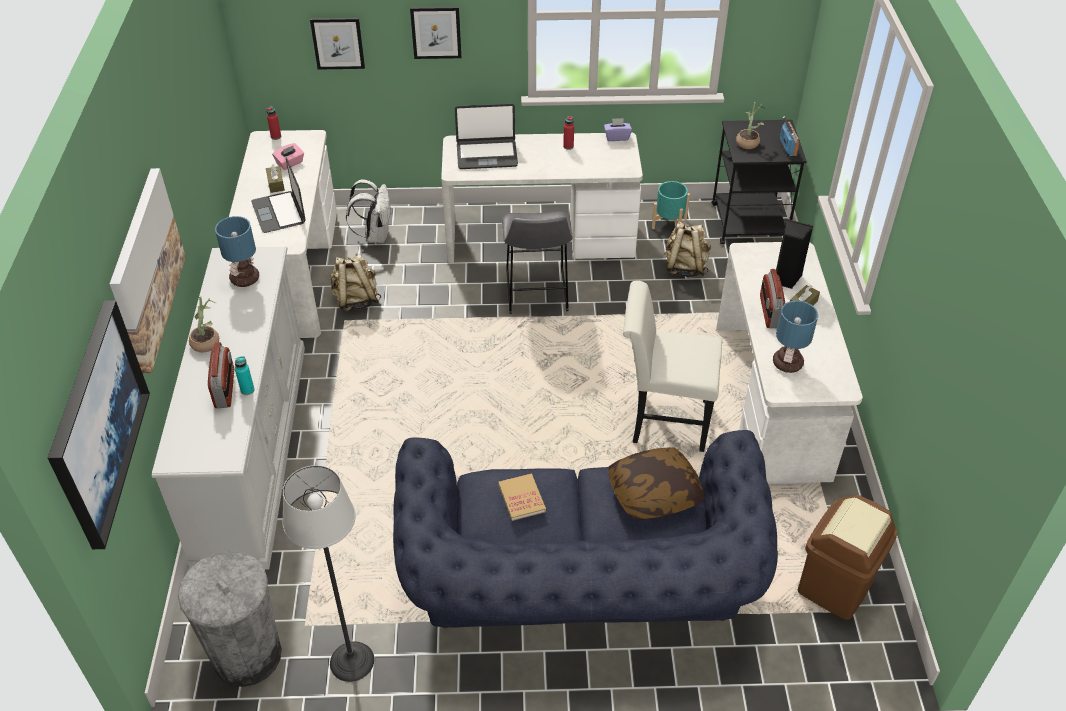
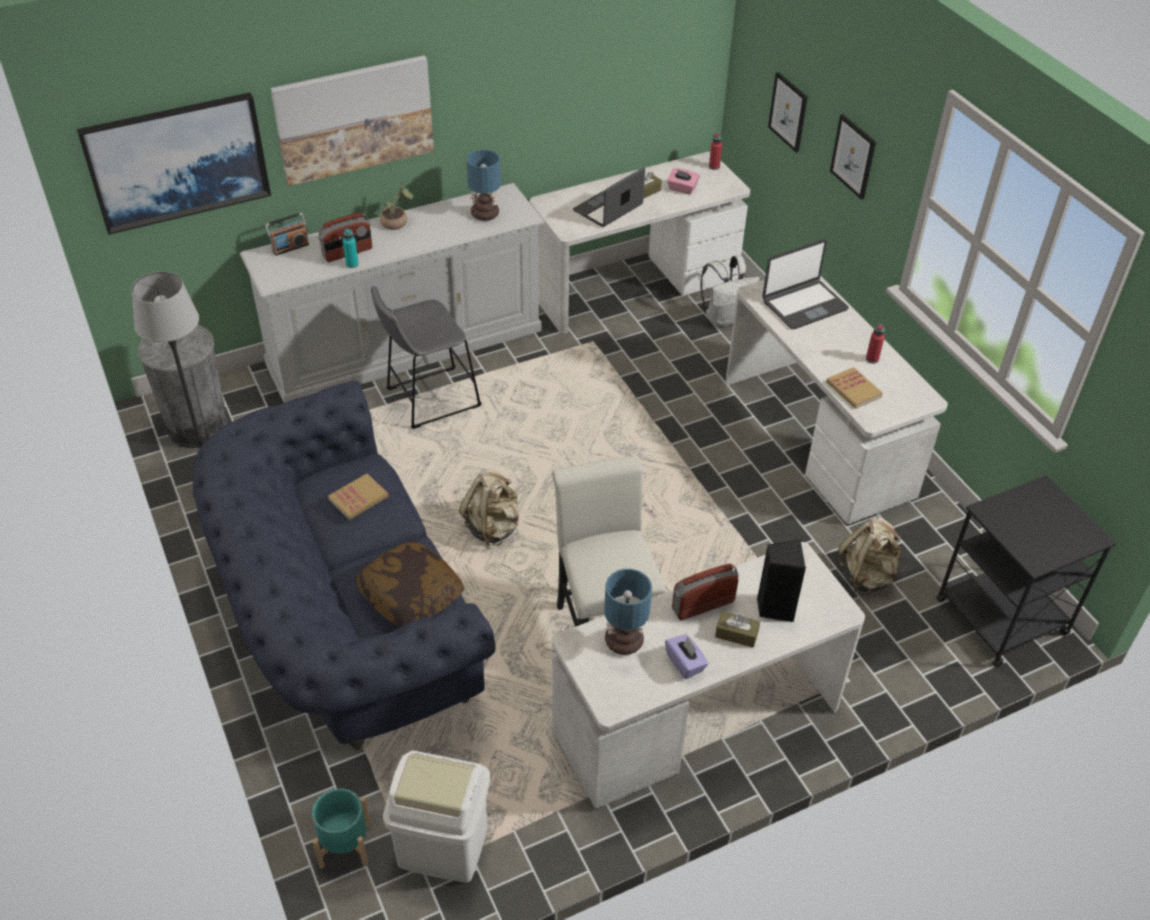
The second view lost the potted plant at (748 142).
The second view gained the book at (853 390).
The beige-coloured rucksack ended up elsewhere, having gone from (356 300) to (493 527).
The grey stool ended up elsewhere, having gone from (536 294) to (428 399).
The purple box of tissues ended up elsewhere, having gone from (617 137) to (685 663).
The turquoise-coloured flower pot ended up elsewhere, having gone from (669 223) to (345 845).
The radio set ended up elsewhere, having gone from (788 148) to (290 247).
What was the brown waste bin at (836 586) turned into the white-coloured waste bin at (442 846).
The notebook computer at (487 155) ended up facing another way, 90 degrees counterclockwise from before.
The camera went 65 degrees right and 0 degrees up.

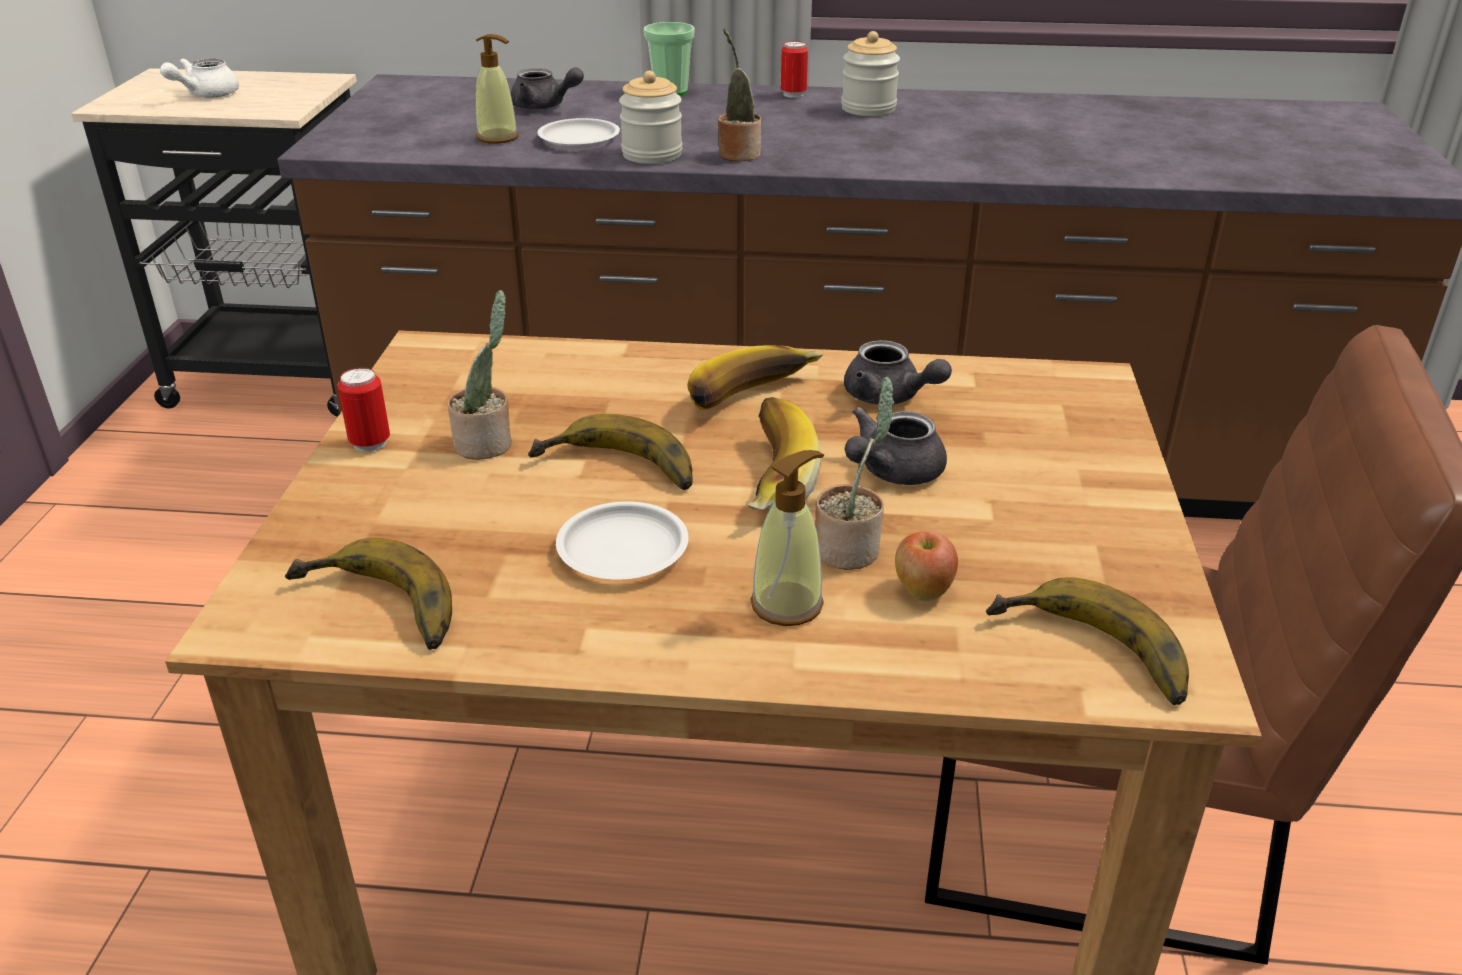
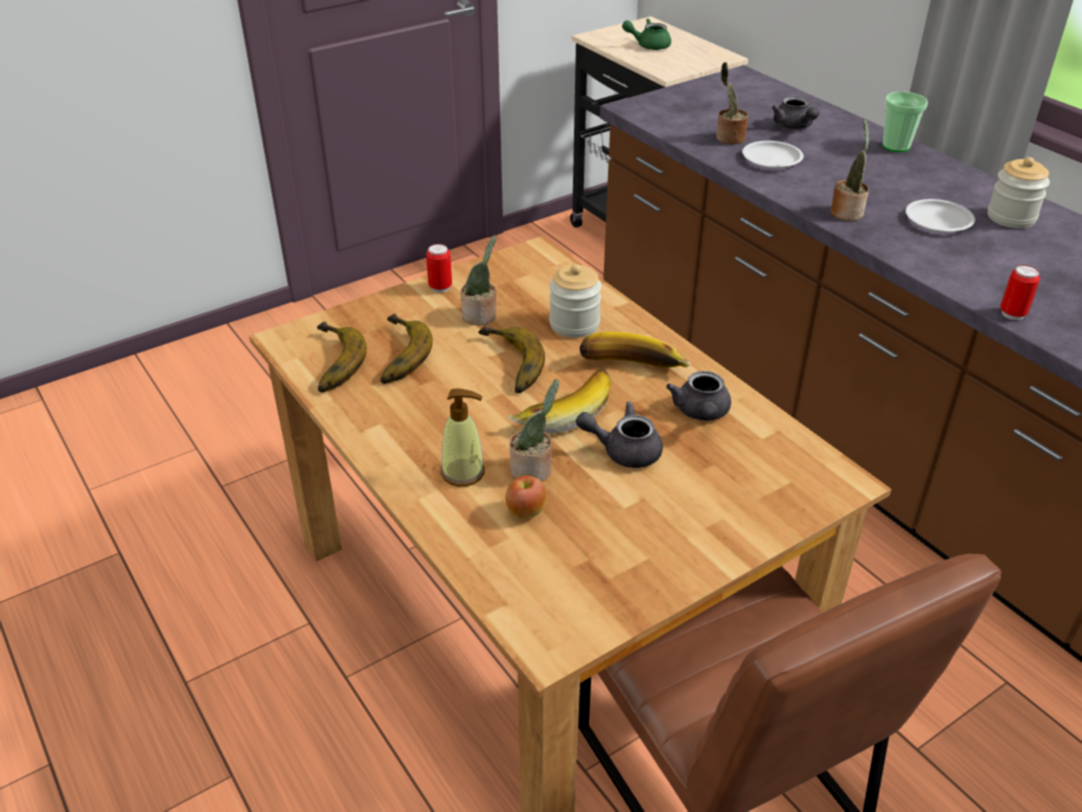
The white-coloured dinner plate ended up elsewhere, having gone from (622 550) to (938 220).
The storage jar ended up elsewhere, having gone from (652 154) to (574 324).
The metal can ended up elsewhere, having gone from (793 94) to (1012 314).
The banana fruit ended up elsewhere, having gone from (1088 657) to (394 355).
Where the soap bottle stood at (498 137), the potted plant came to stand at (728 138).
What was the white-coloured tea pot at (206 95) turned into the green tea pot at (648 46).
The camera went 50 degrees right and 5 degrees up.

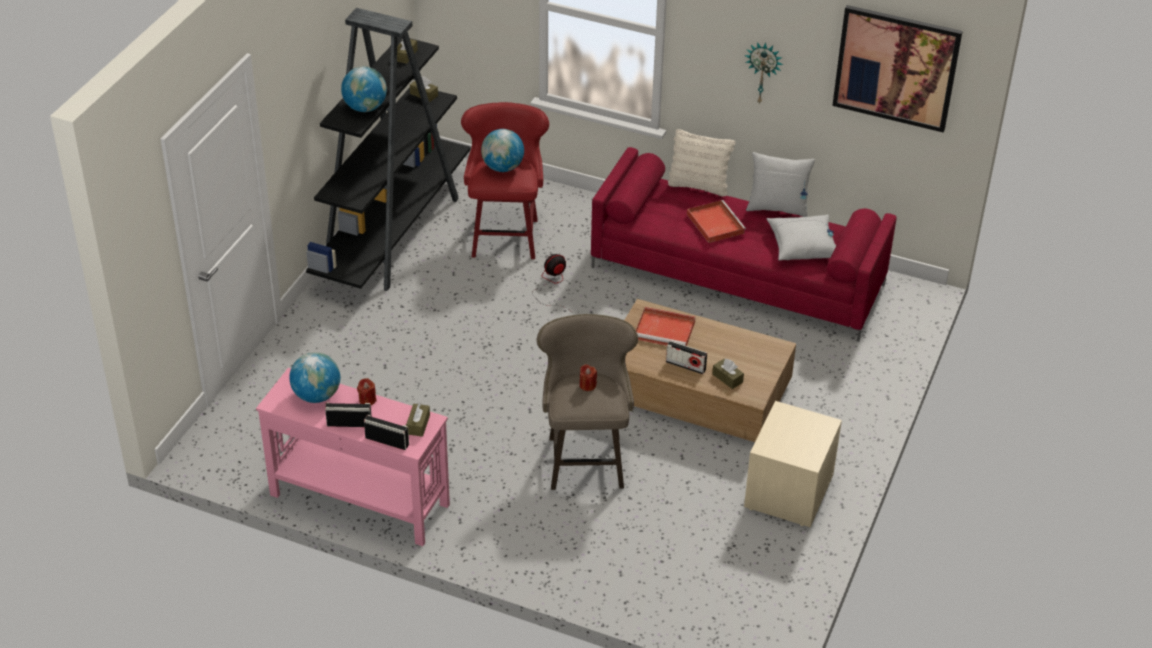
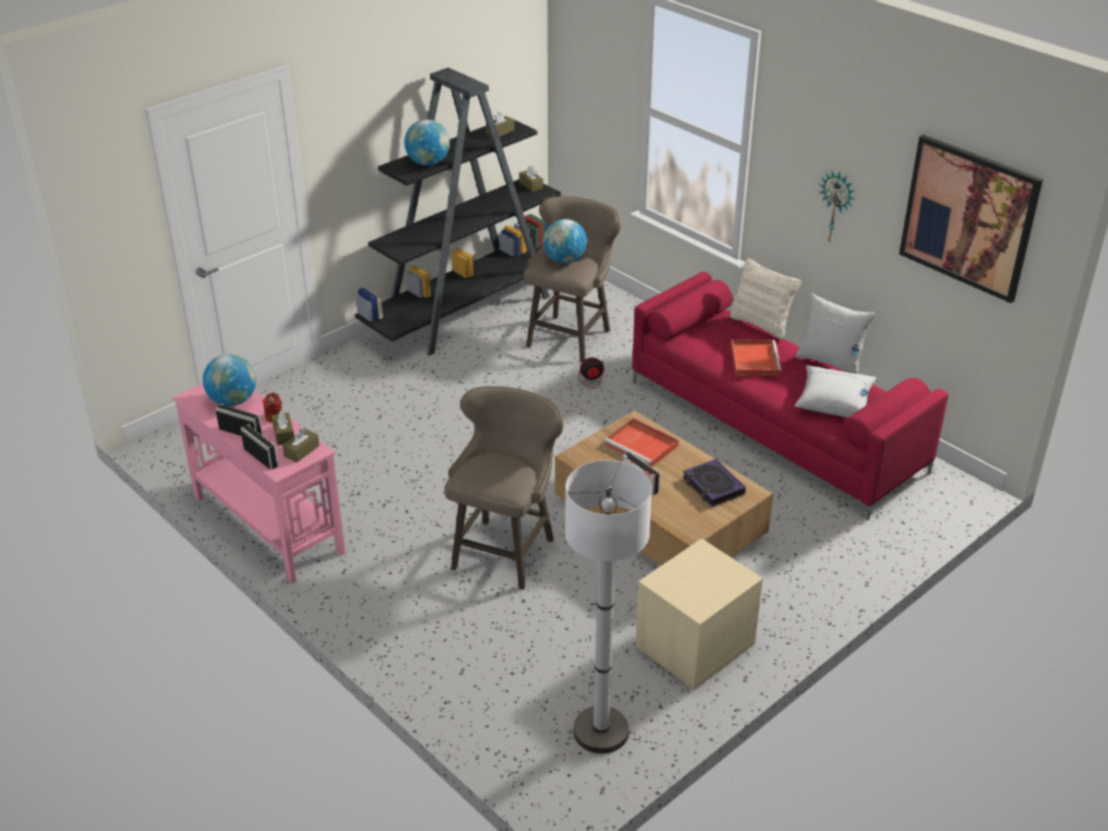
The second view lost the red-coloured wax light at (587 385).
The second view gained the white-coloured standard lamp at (601 731).
The second view gained the book at (713 486).
The brown box of tissues ended up elsewhere, having gone from (727 378) to (284 434).
What was the red-coloured stool at (505 235) turned into the beige-coloured stool at (570 336).
The camera went 25 degrees right and 5 degrees down.

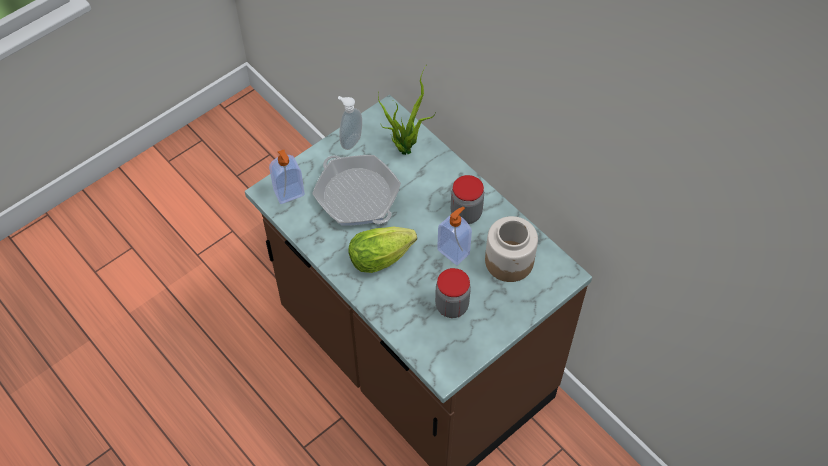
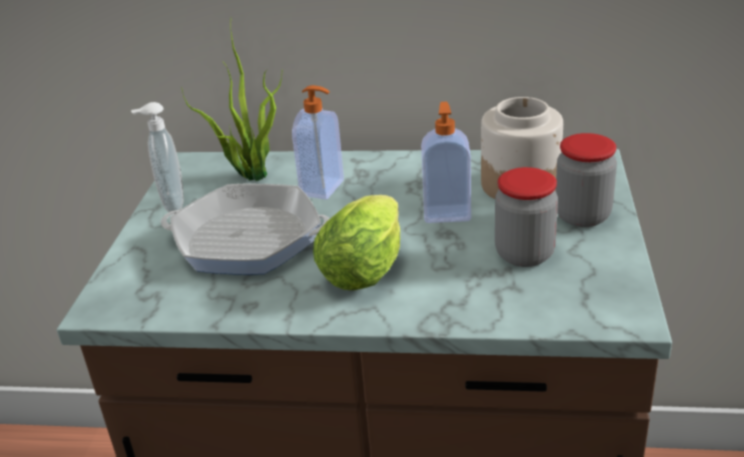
The soap bottle ended up elsewhere, having gone from (289 194) to (323 188).
The storage jar ended up elsewhere, having gone from (466 213) to (582 216).
The camera went 40 degrees left and 25 degrees down.

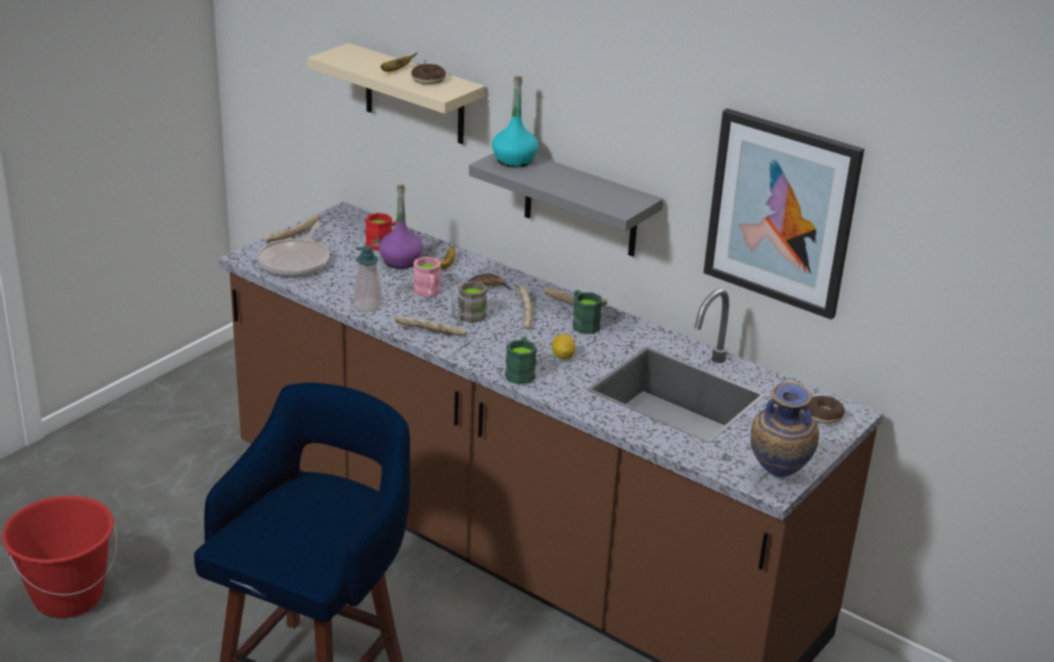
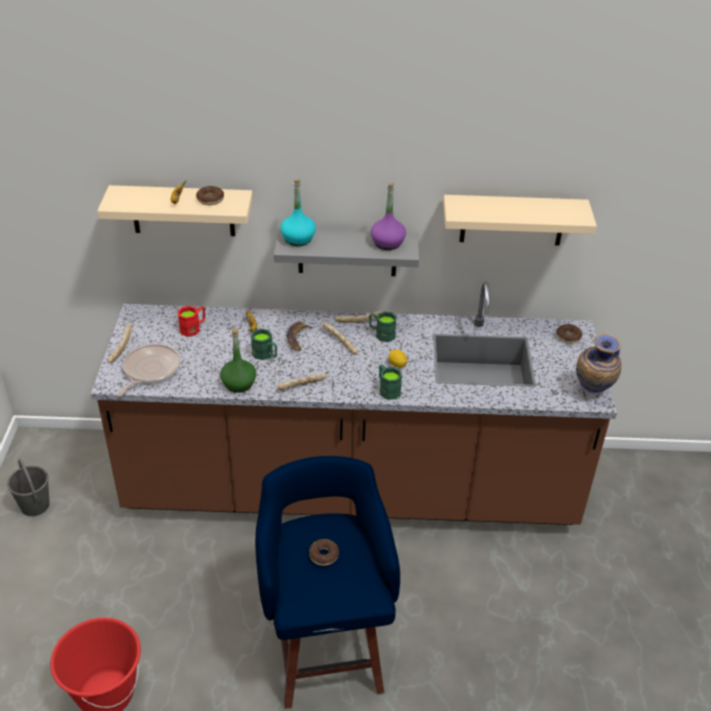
The second view lost the brown coffee mug at (467 317).
The second view gained the grey pail at (35 505).
The second view gained the doughnut at (324 555).
The purple bottle ended up elsewhere, having gone from (400 261) to (387 243).
Where the soap bottle stood at (368 305), the green bottle came to stand at (239 384).
Where the wall art hung at (781 212), the beige-coloured wall shelf came to hang at (512 220).
What was the pink coffee mug at (428 293) turned into the green coffee mug at (265 355).
The pan at (296 262) ended up facing another way, 135 degrees counterclockwise from before.
The camera went 35 degrees left and 10 degrees up.

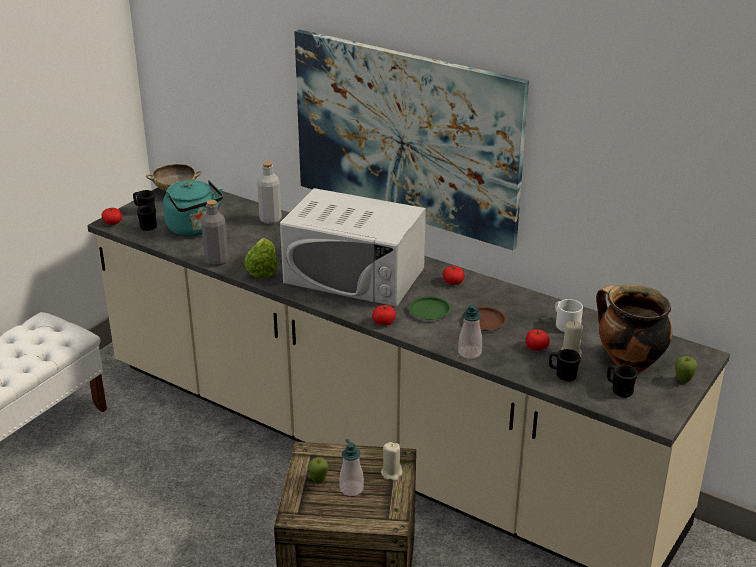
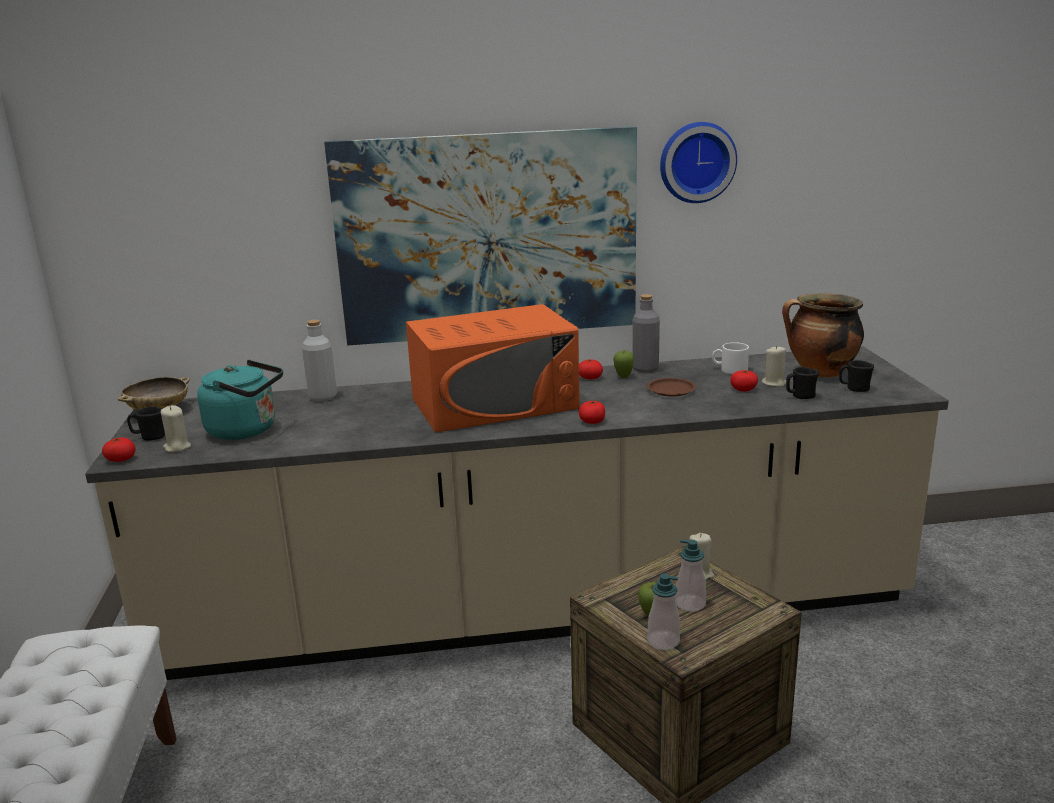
The second view lost the lettuce at (262 270).
The second view lost the green dinner plate at (429 311).
The second view gained the clock on the wall at (696 162).
The grey bottle ended up elsewhere, having gone from (216 261) to (645 368).
The soap bottle ended up elsewhere, having gone from (469 353) to (663 641).
The whole apple ended up elsewhere, having gone from (683 381) to (623 377).
Where the blackish coffee mug stood at (147 226), the beige-coloured wax light came to stand at (177 447).
What was the white-coloured kitchen microwave at (354 275) turned into the orangey kitchen microwave at (494 403).
The camera went 40 degrees left and 10 degrees down.

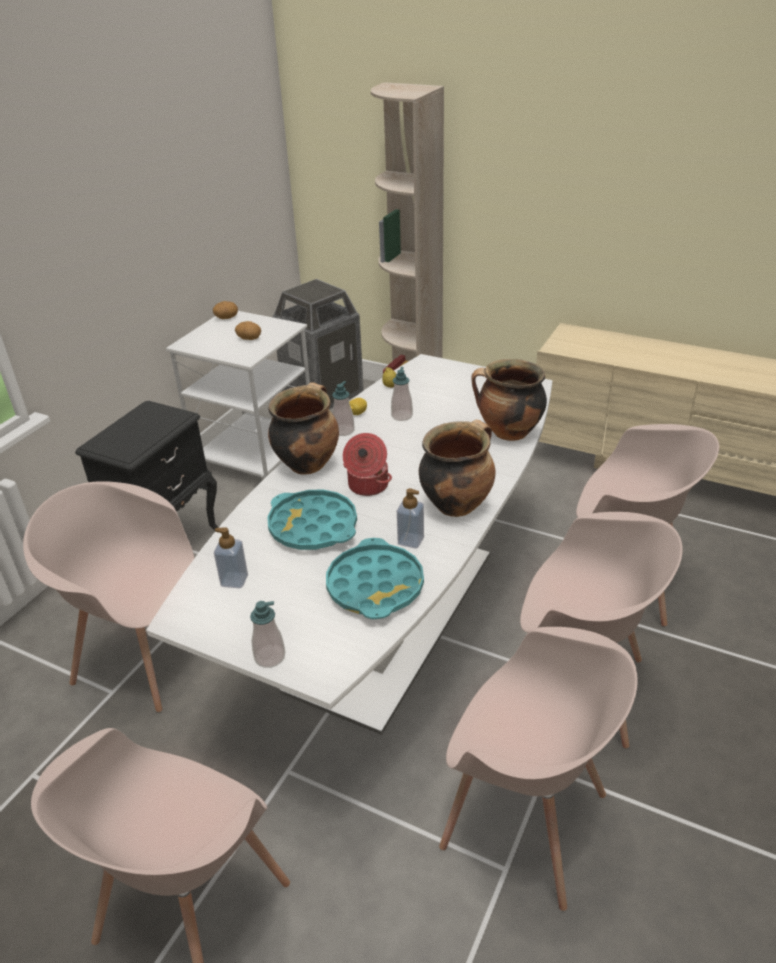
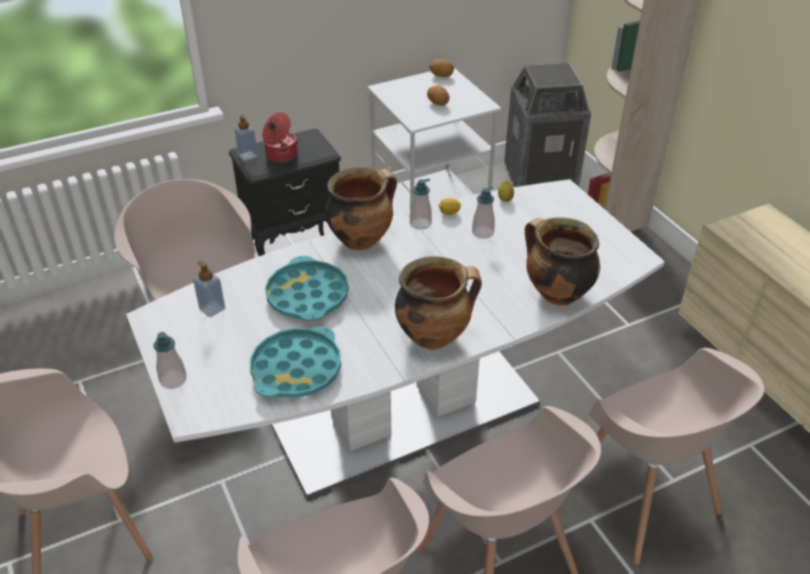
The saucepot ended up elsewhere, having gone from (367 486) to (280 155).
The soap bottle ended up elsewhere, having gone from (410 540) to (247 155).
The camera went 35 degrees right and 5 degrees up.

